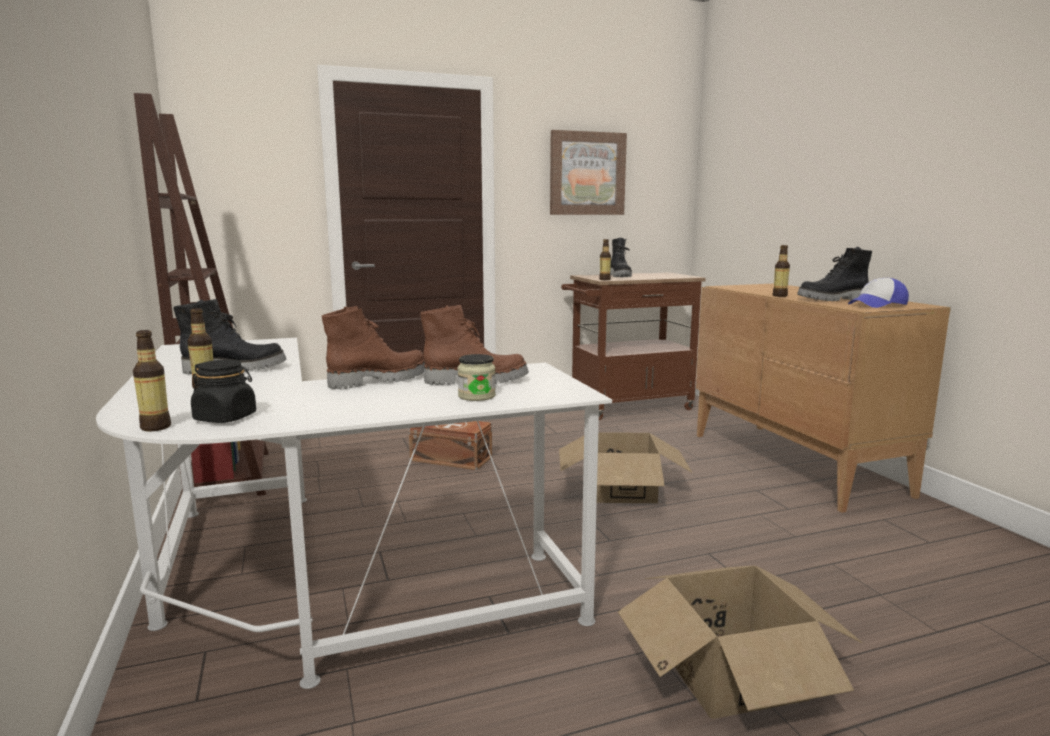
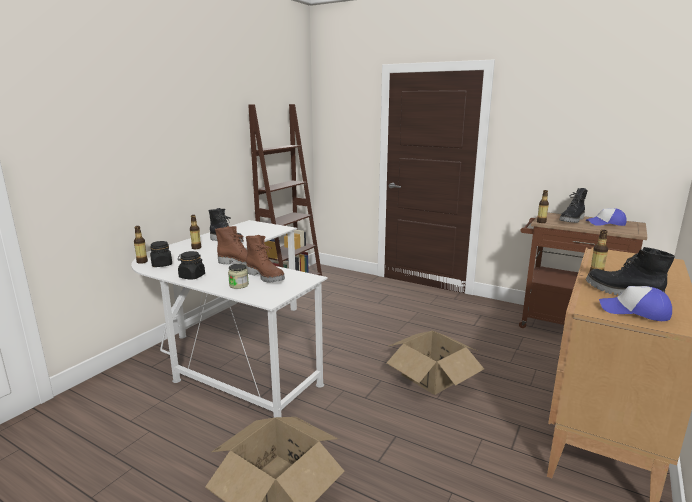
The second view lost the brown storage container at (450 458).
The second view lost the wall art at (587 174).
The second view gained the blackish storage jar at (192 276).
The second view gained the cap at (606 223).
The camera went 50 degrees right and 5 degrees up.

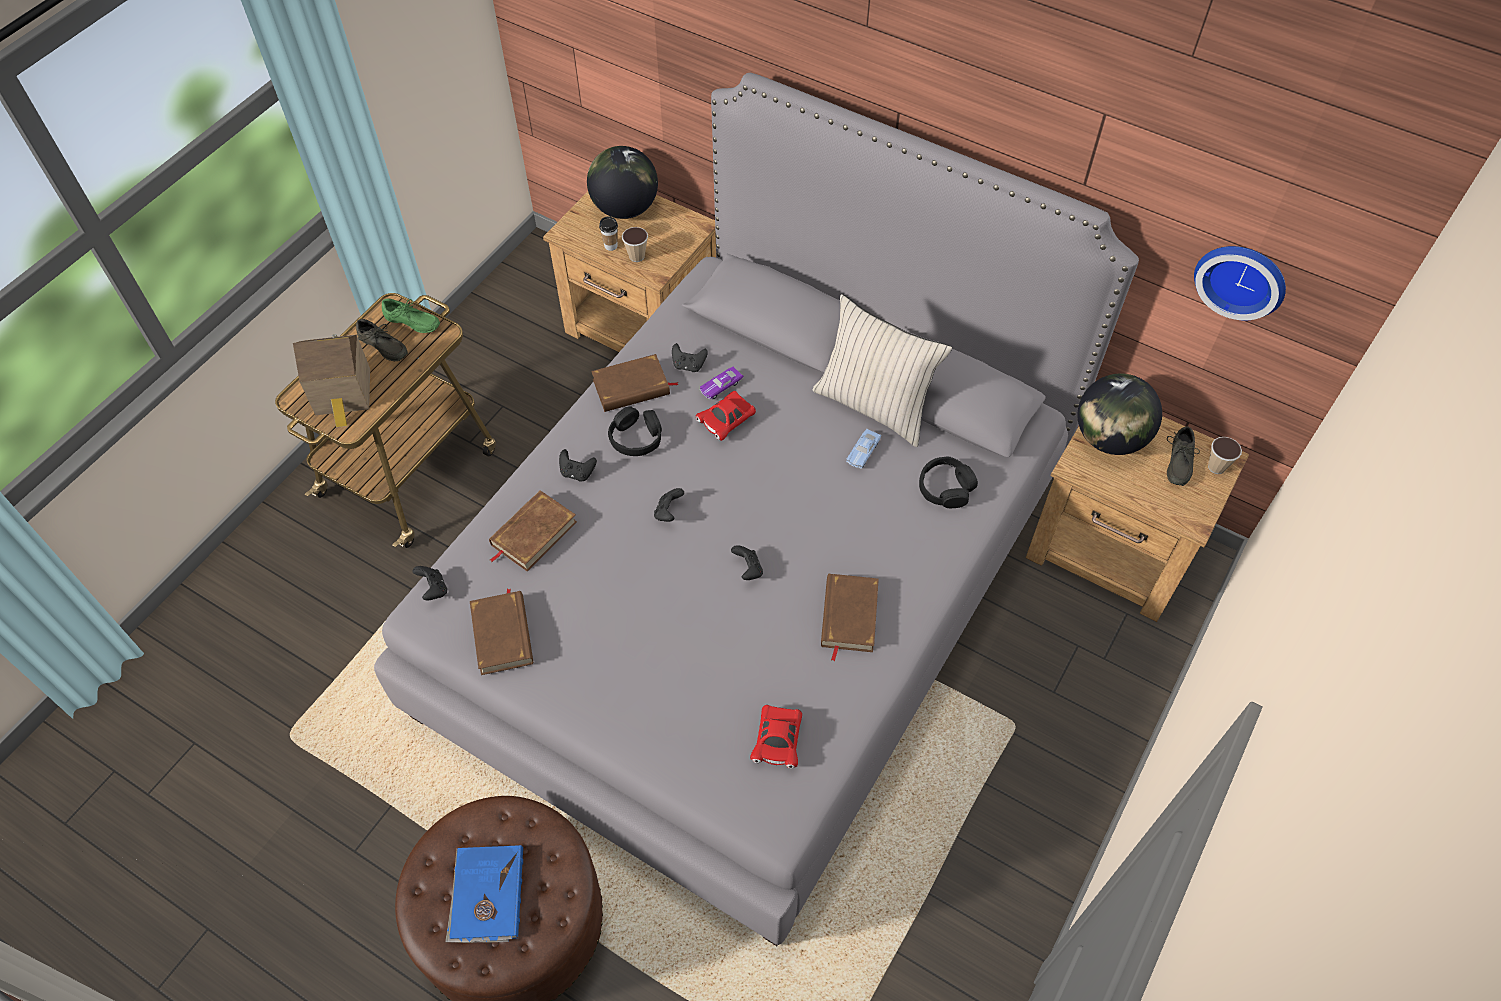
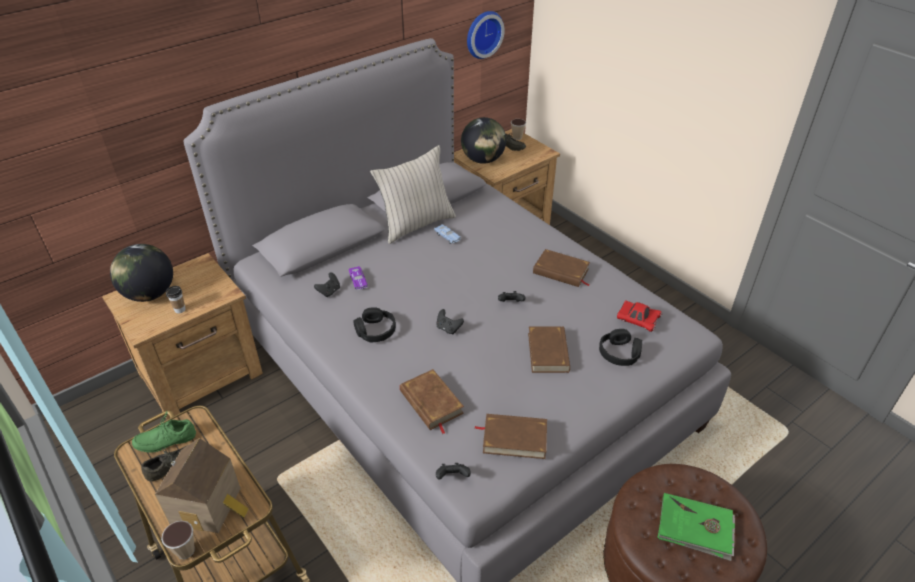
The second view lost the blackish game controller at (577 473).
The second view lost the red-coloured toy car at (726 421).
The brown book ended up elsewhere, having gone from (631 387) to (548 352).
The small cup ended up elsewhere, having gone from (637 256) to (185 551).
The blackish headphones ended up elsewhere, having gone from (945 488) to (619 353).
What was the bluish book at (486 895) turned into the green book at (695 528).
The green shoe at (412 324) ended up facing another way, 150 degrees counterclockwise from before.
The camera went 70 degrees left and 15 degrees down.

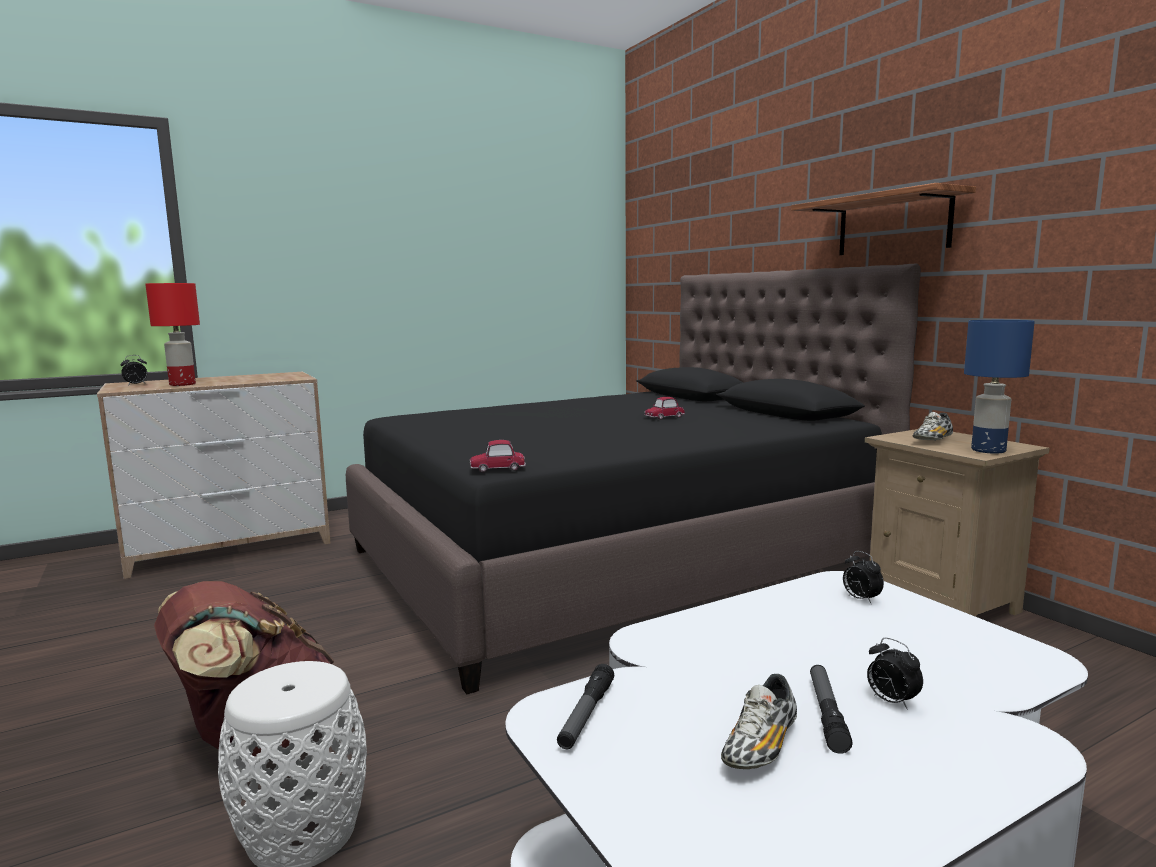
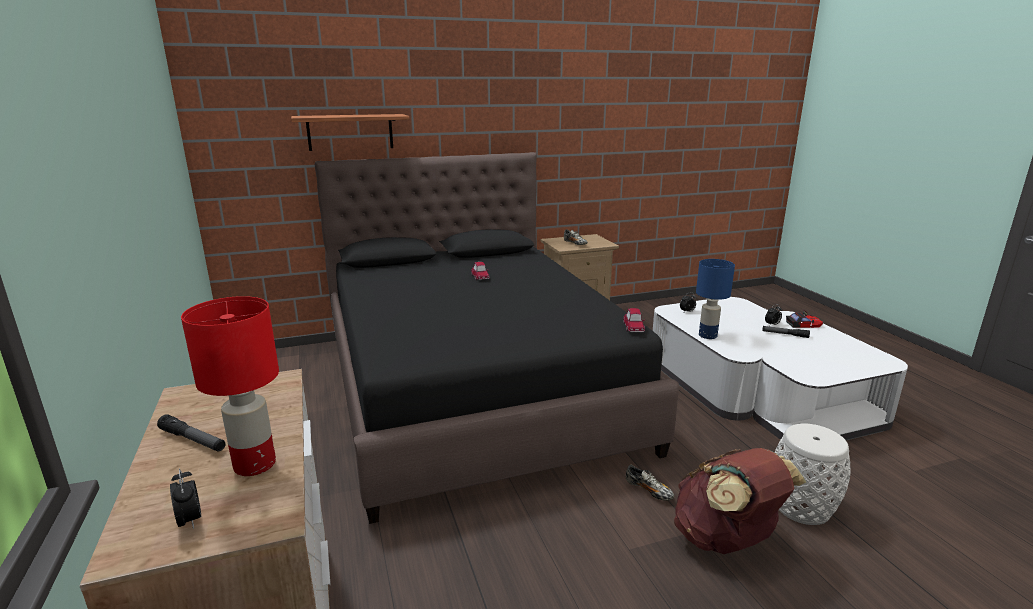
The second view gained the toy car at (803 324).
The torch ended up elsewhere, having gone from (586 715) to (193 440).
The shoe ended up elsewhere, having gone from (760 746) to (648 491).
The wall shelf ended up elsewhere, having gone from (893 225) to (350 132).
The bluish table lamp ended up elsewhere, having gone from (989 450) to (708 335).
The camera went 80 degrees left and 10 degrees up.

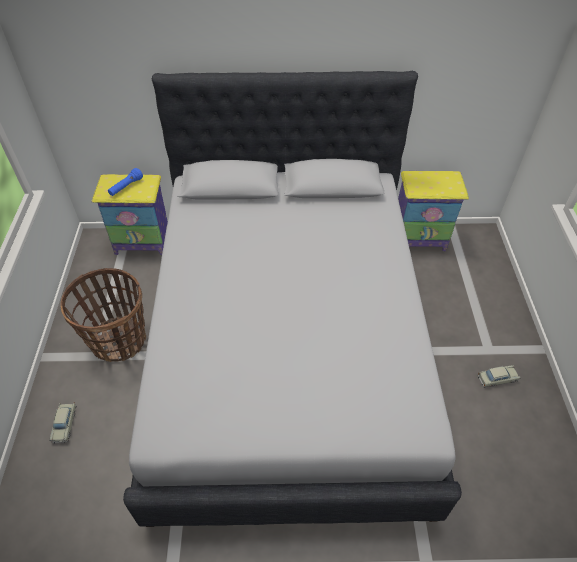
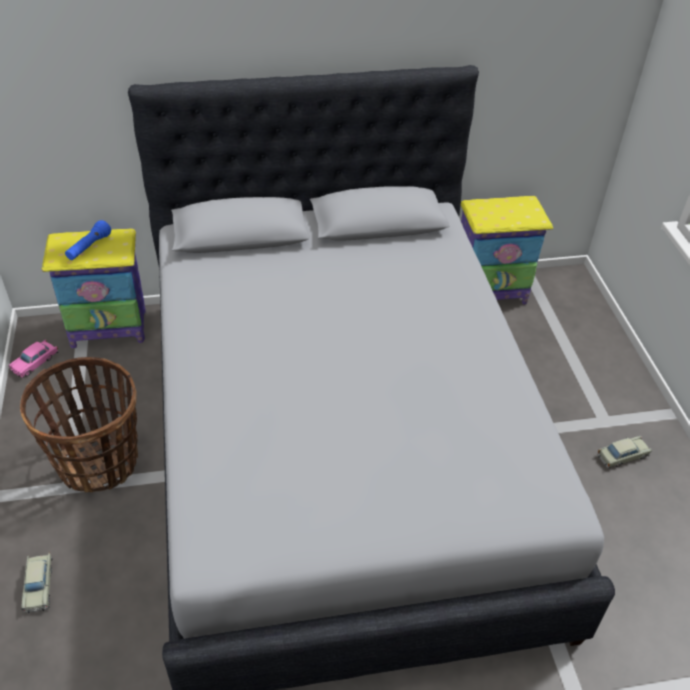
The second view gained the pink toy car at (35 362).
The camera went 10 degrees left and 5 degrees down.

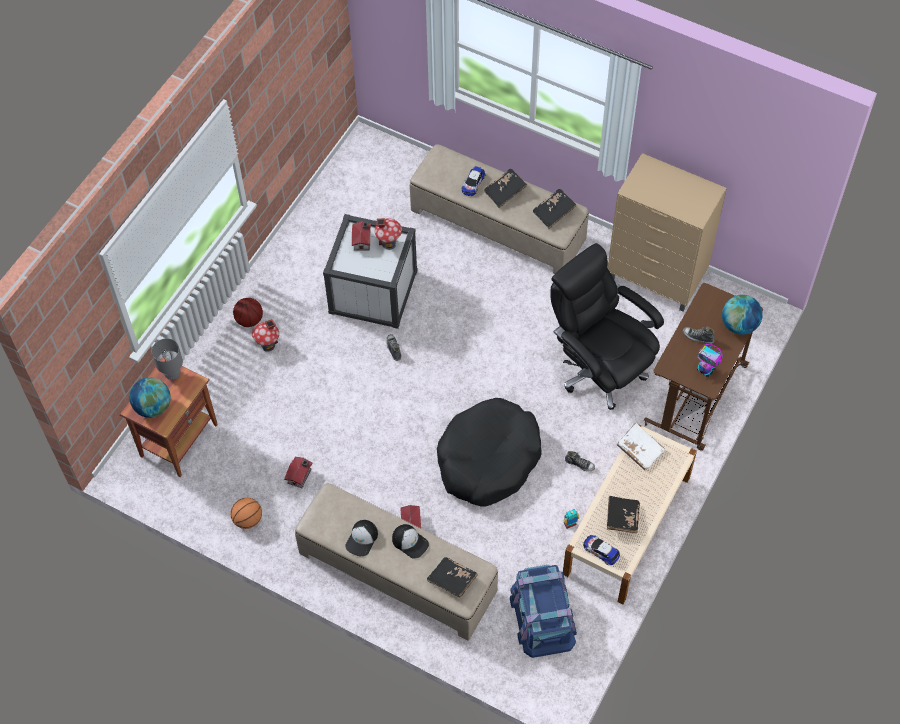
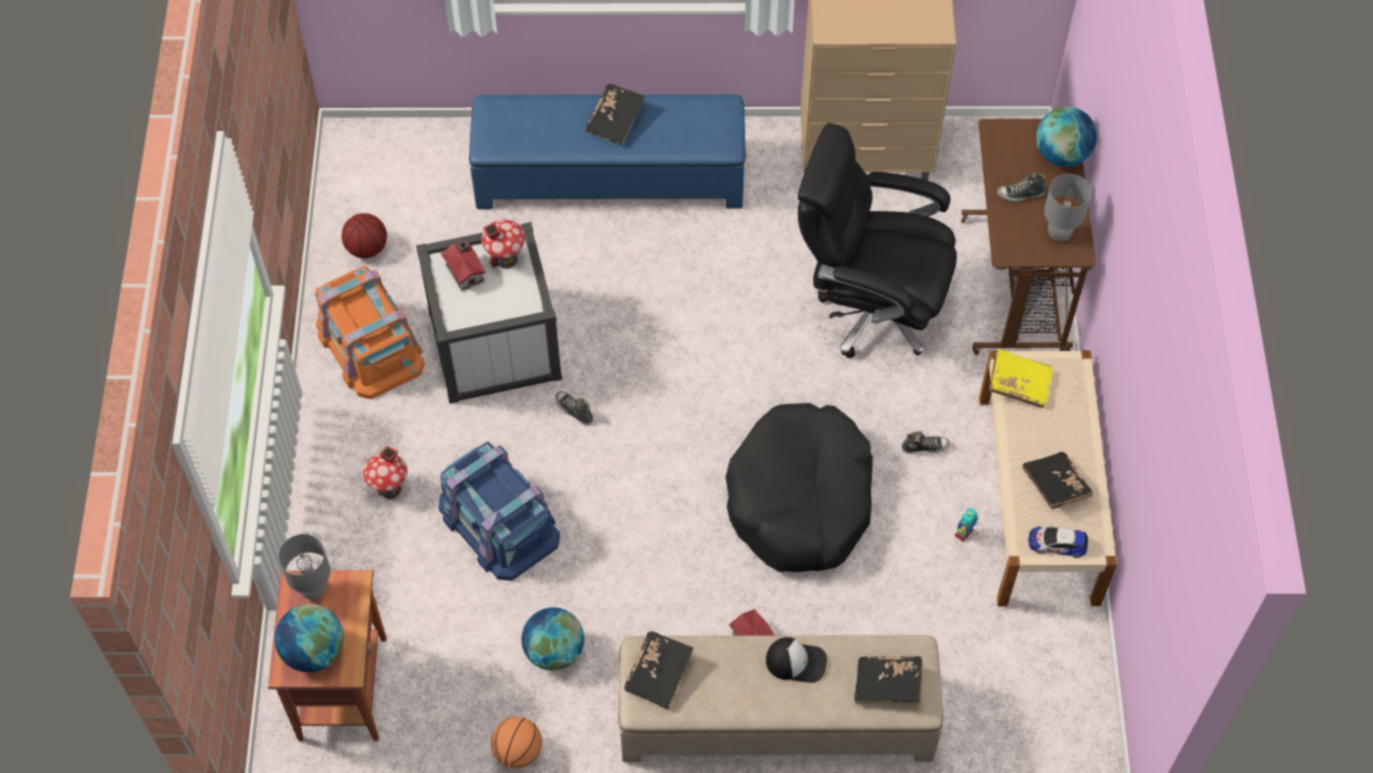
The second view lost the cap at (362 539).
The second view lost the toy car at (473 183).
The second view gained the orangey storage container at (371 345).
The basketball ended up elsewhere, having gone from (249 320) to (367 248).
The bluish storage container ended up elsewhere, having gone from (542 616) to (498 523).
The blackish book ended up elsewhere, having gone from (554 212) to (659 674).
Where the model house stood at (300 476), the desk globe came to stand at (554 651).
Where the robot figure stood at (706 370), the grey table lamp came to stand at (1059 233).
What was the beige-coloured indoor bench at (499 224) turned into the bluish indoor bench at (611 175).
What was the white-coloured book at (640 450) turned into the yellowish book at (1019 384).
The camera went 30 degrees left and 0 degrees up.

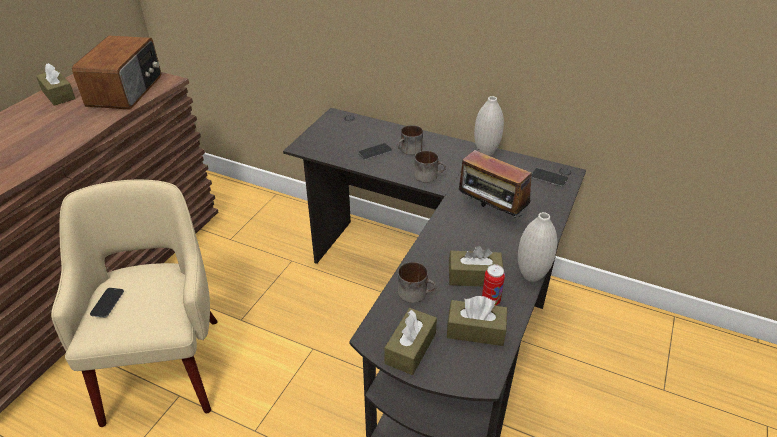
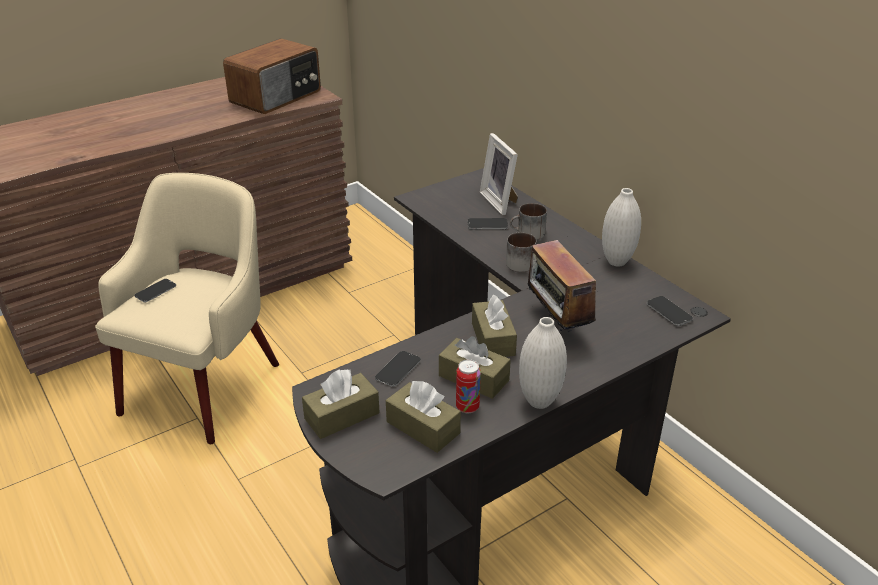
The second view gained the standing frame at (501 201).
The brown box of tissues ended up elsewhere, having gone from (58 95) to (493 339).
Where the coffee mug stood at (416 292), the phone came to stand at (398 369).
The camera went 30 degrees right and 5 degrees down.

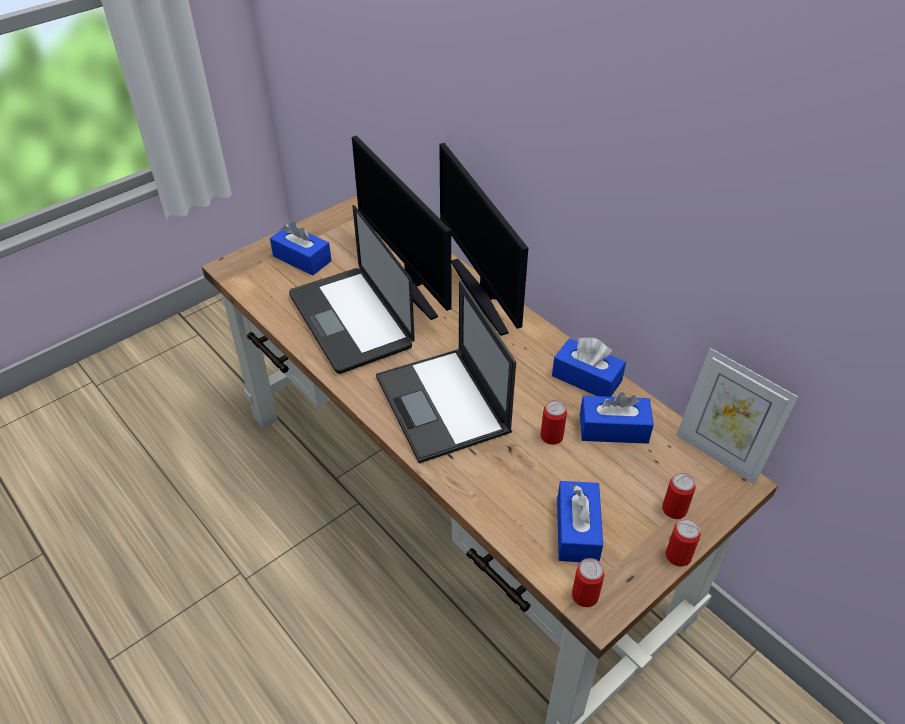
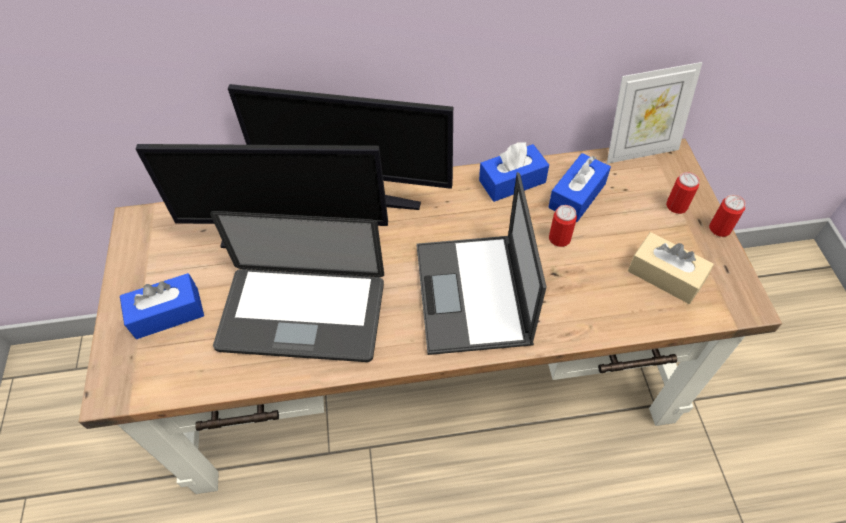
The second view lost the metal can at (585 595).
What was the bluish box of tissues at (577 530) turned into the beige-coloured box of tissues at (665 275).
The notebook computer at (443 405) ended up facing another way, 75 degrees clockwise from before.
The camera went 55 degrees left and 10 degrees up.

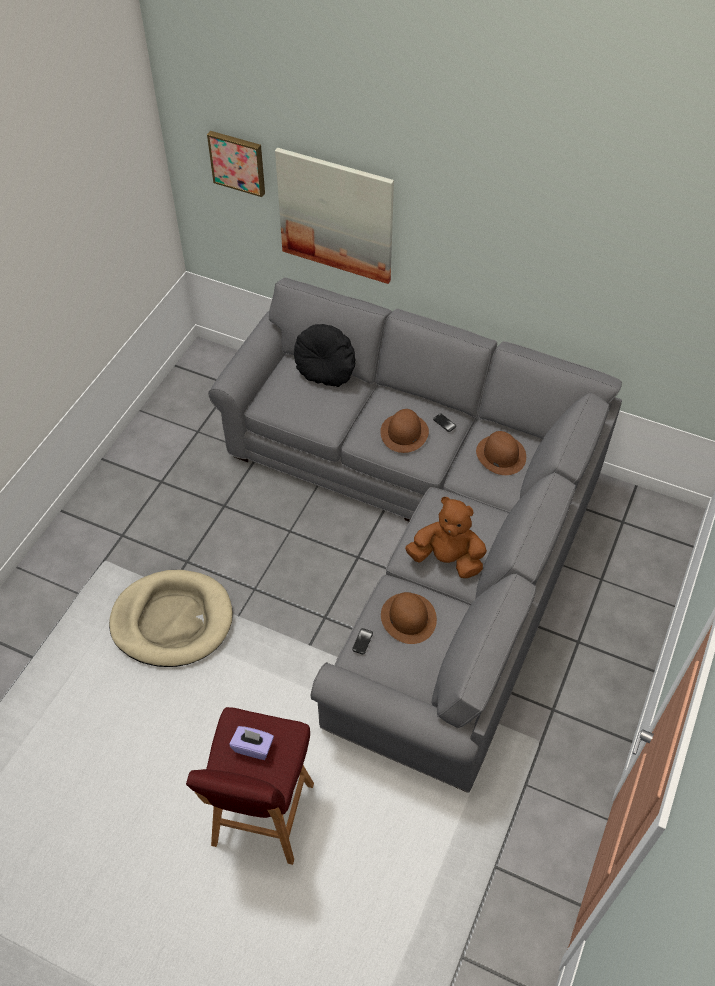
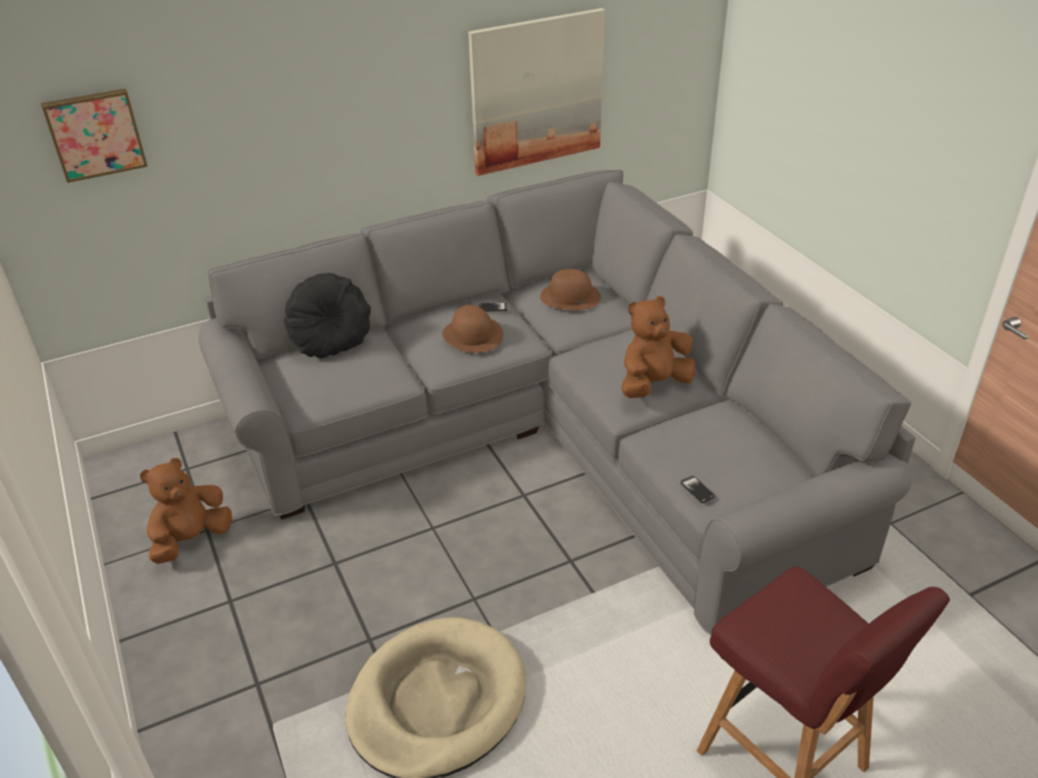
The second view lost the purple box of tissues at (253 747).
The second view lost the brown clothing hat at (408 618).
The second view gained the brown plush toy at (191 540).
The wall art ended up elsewhere, having gone from (336 215) to (536 92).
The camera went 50 degrees left and 15 degrees down.

